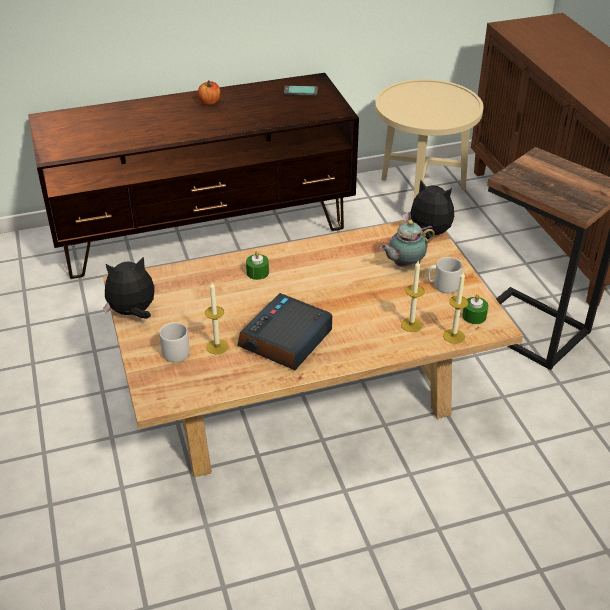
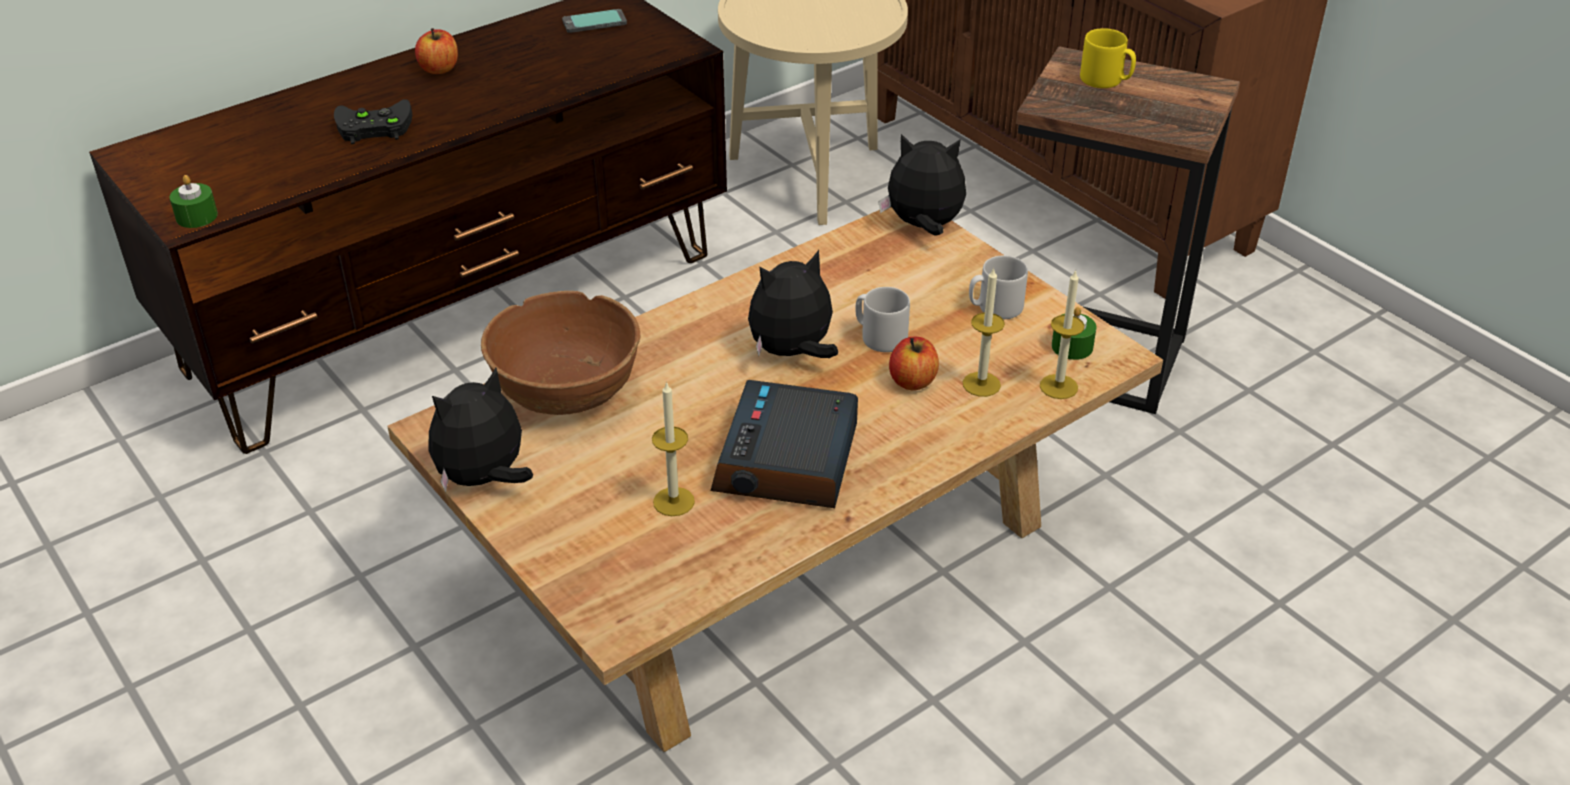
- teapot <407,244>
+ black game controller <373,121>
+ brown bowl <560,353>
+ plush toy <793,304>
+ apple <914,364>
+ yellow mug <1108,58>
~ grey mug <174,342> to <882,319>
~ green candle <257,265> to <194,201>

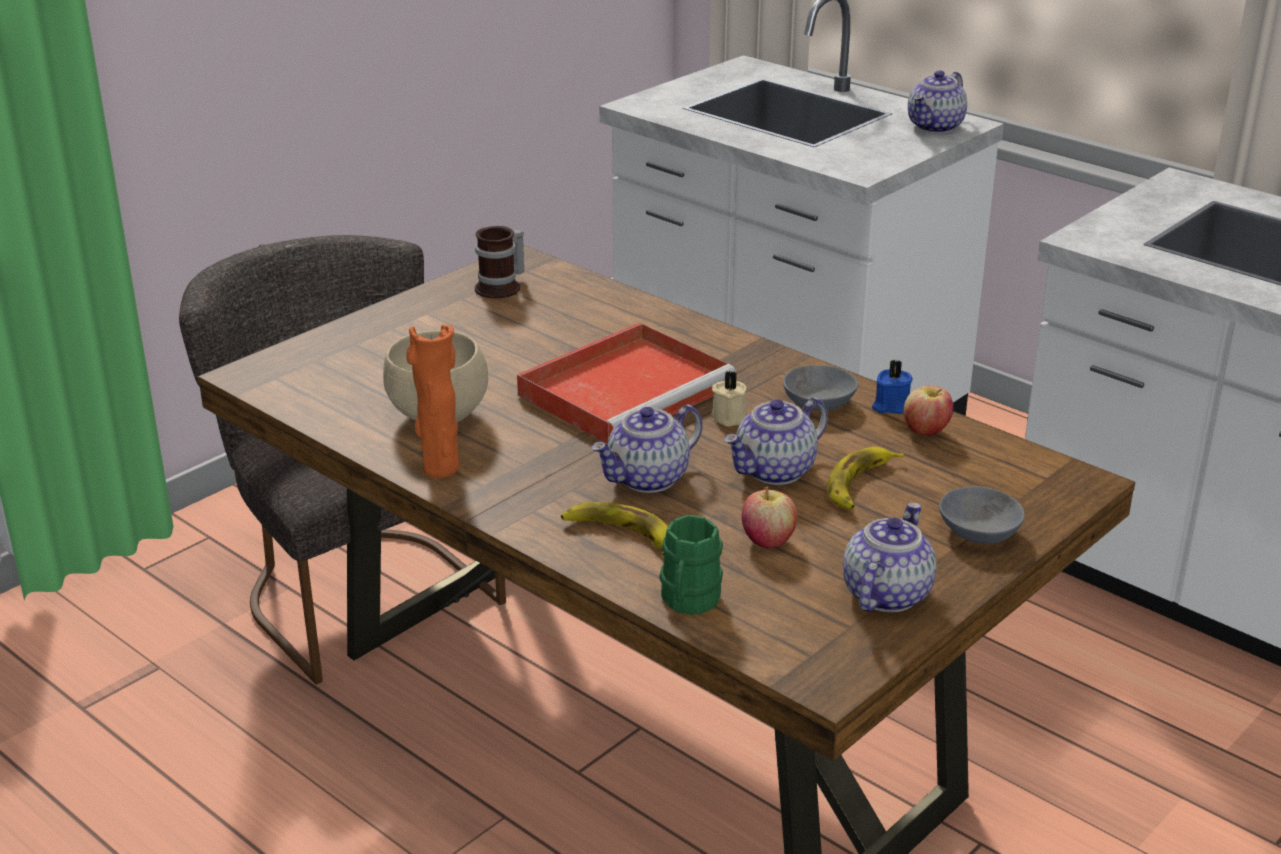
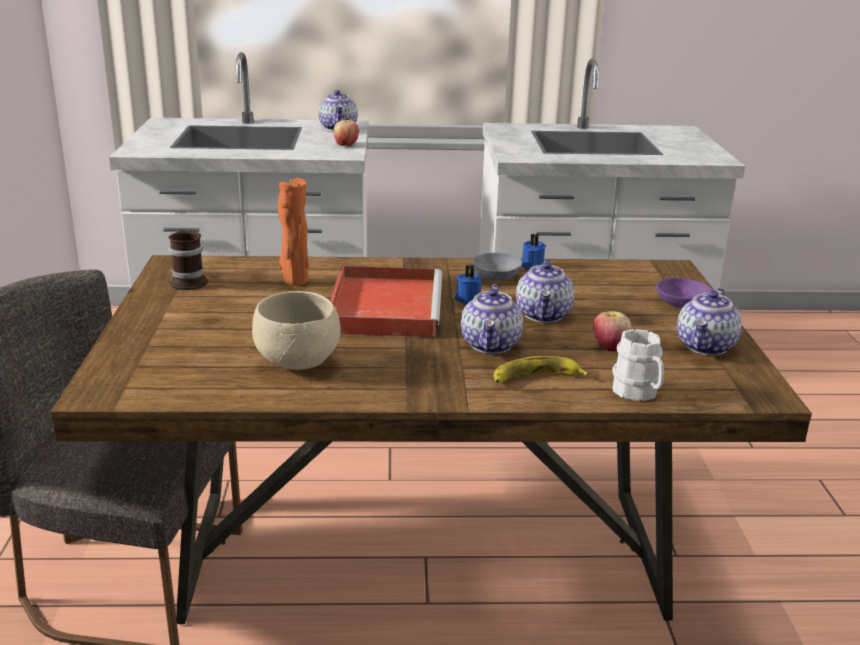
- banana <865,478>
~ orange vase <432,401> to <293,232>
~ apple <929,410> to <346,132>
~ green mug <691,565> to white mug <638,365>
~ beige candle <729,398> to blue candle <468,284>
~ grey bowl <982,515> to purple bowl <684,293>
~ teapot <889,557> = <709,321> 135 degrees counterclockwise

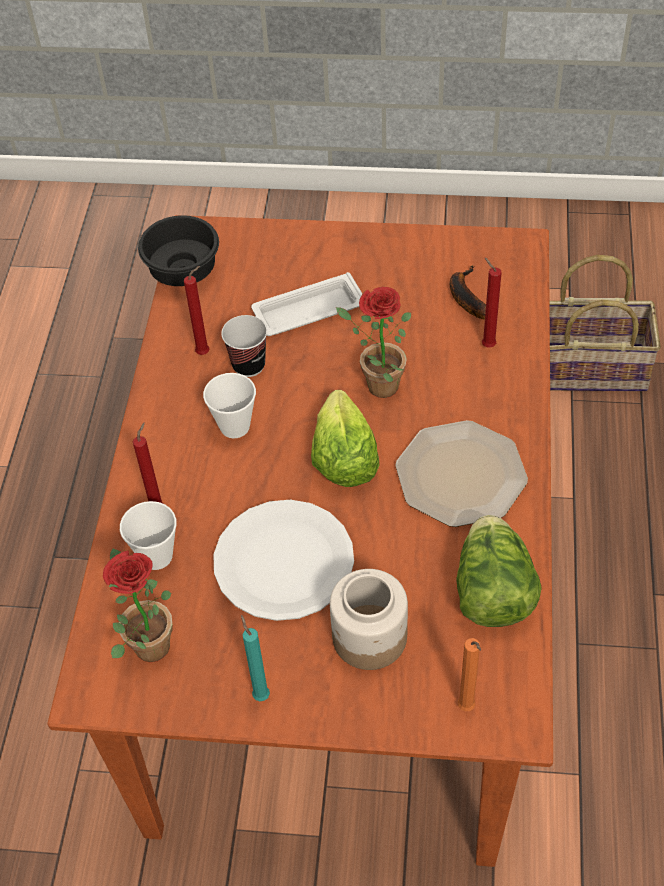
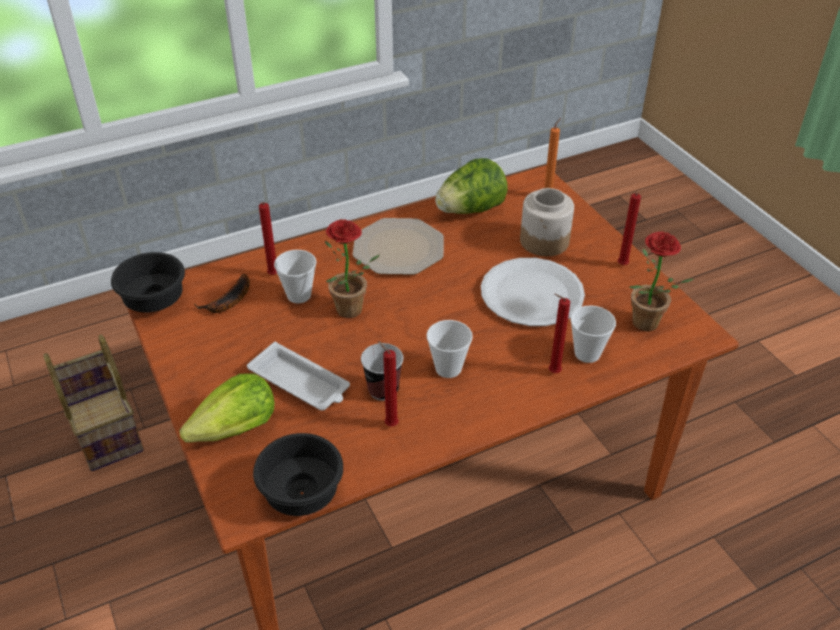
+ black bowl <148,282>
+ cup <295,276>
~ lettuce <345,438> to <226,408>
~ turquoise candle <255,658> to red candle <629,228>

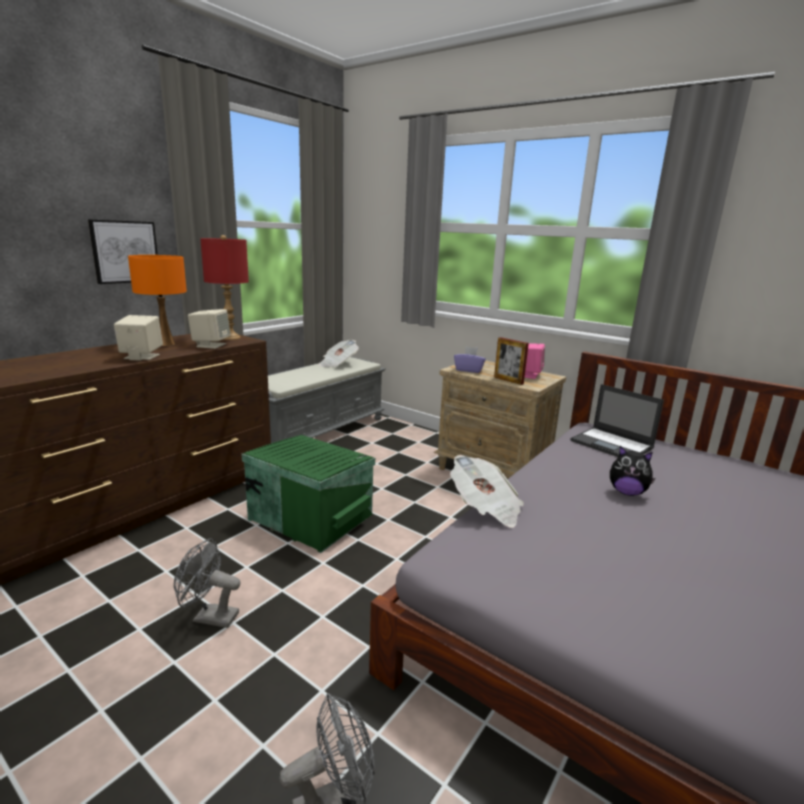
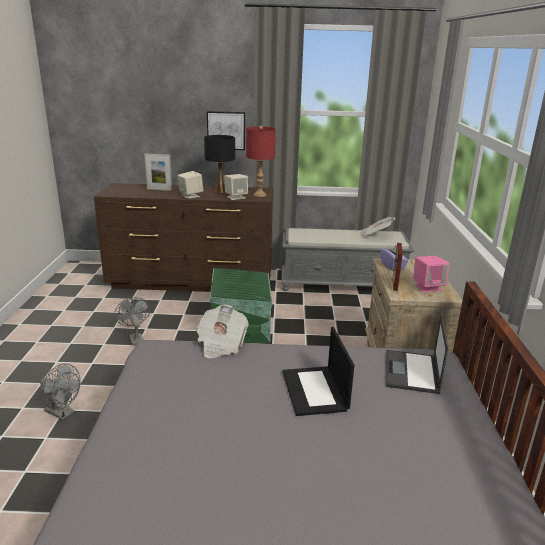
+ picture frame <158,172>
~ plush toy <633,471> to laptop <318,371>
~ orange table lamp <157,300> to black table lamp <219,164>

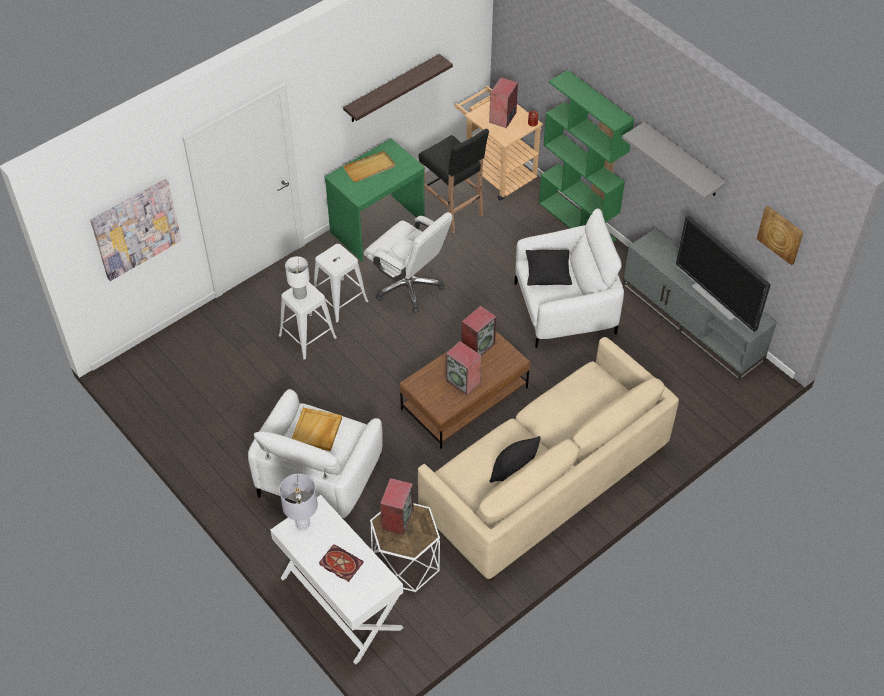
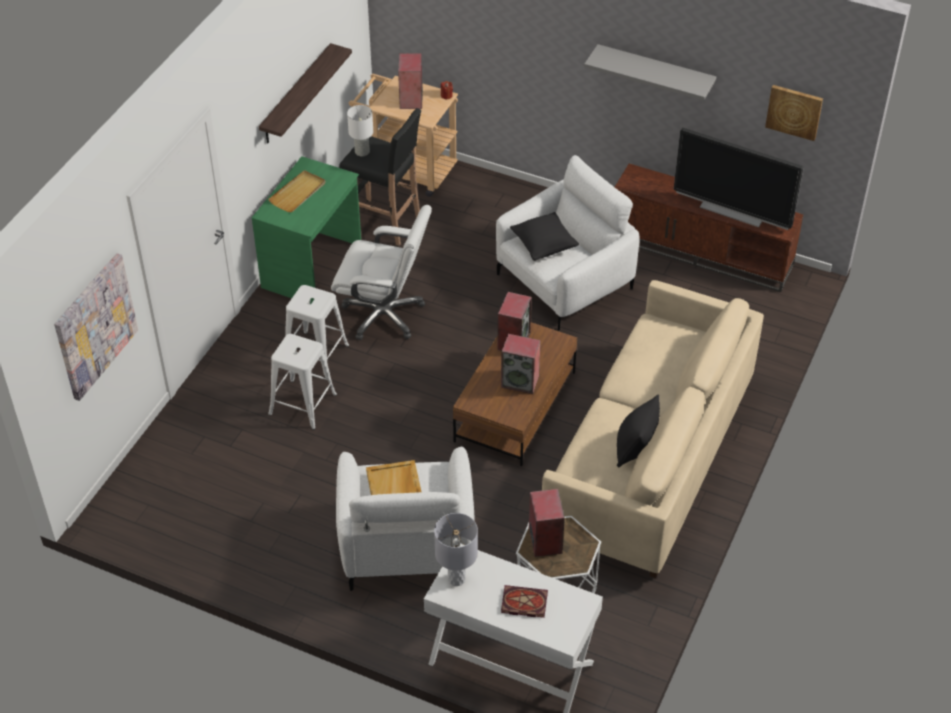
- green bookcase <586,156>
~ white table lamp <297,278> to <360,130>
~ grey tv stand <699,304> to brown tv stand <709,228>

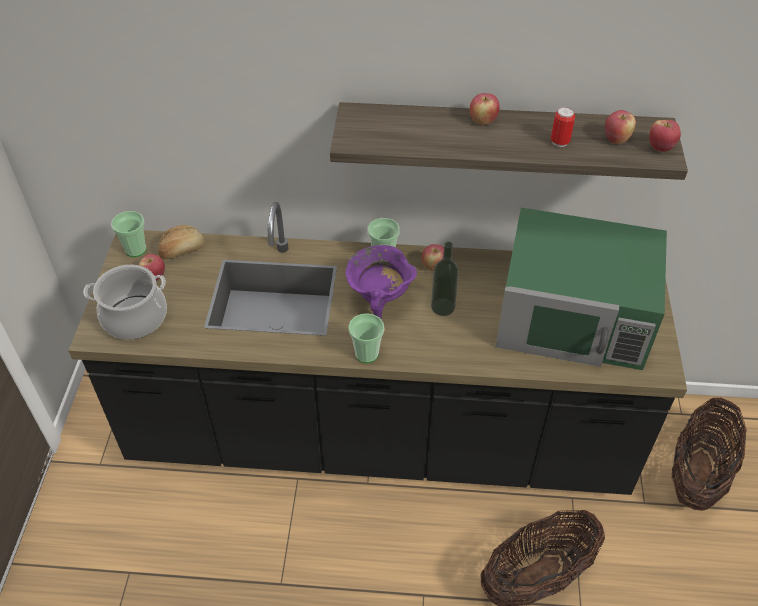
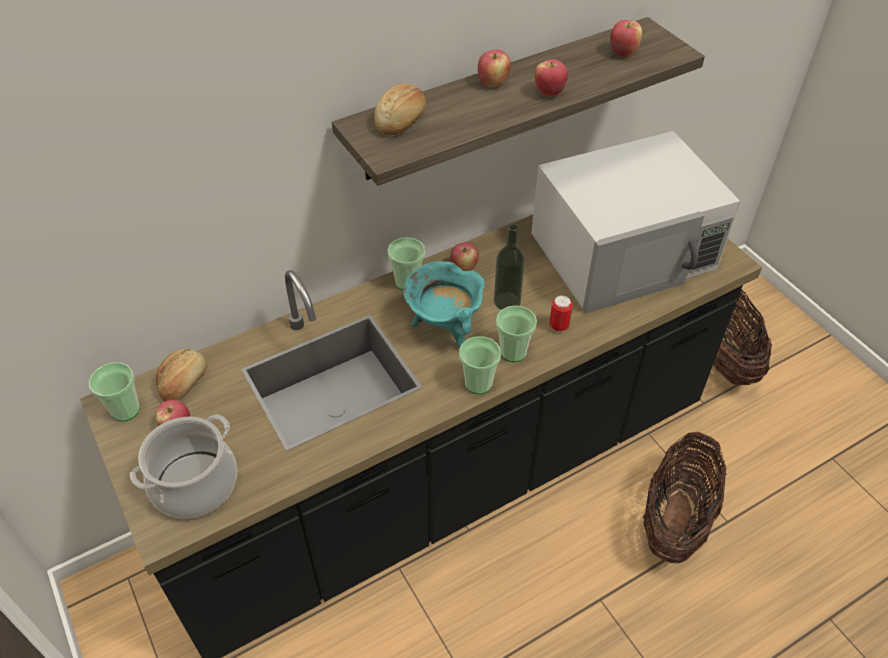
+ bread <400,110>
+ cup <516,333>
~ can <563,127> to <561,313>
~ apple <665,136> to <551,78>
~ purple cooking pot <381,282> to turquoise cooking pot <444,304>
~ green microwave <581,289> to white microwave <635,222>

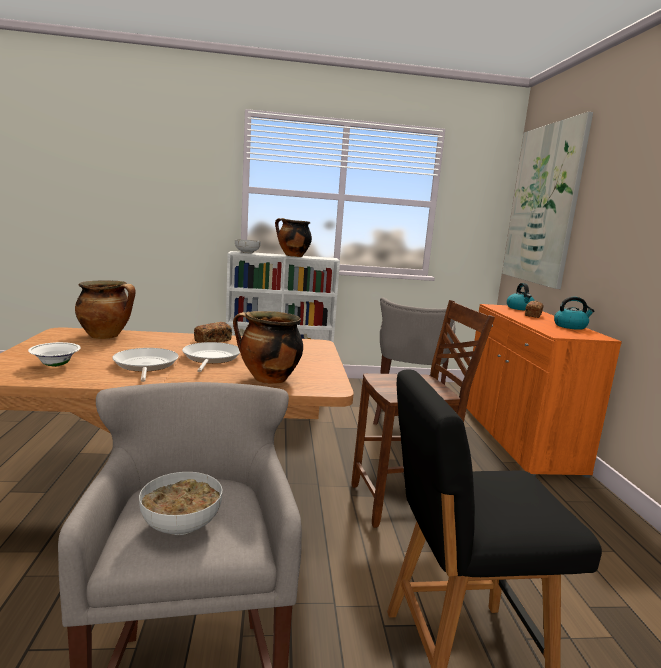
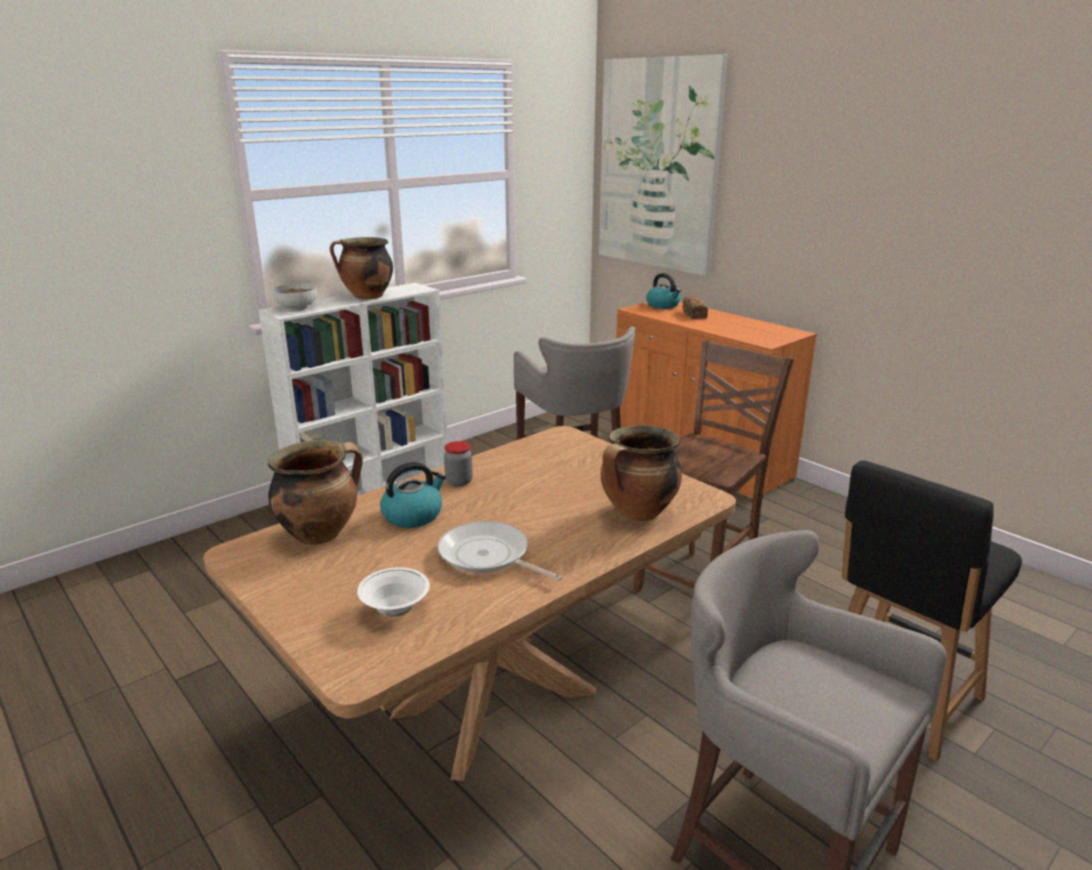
- bowl <180,503>
- frying pan <211,357>
~ kettle <574,313> to <413,495>
~ bread <213,332> to jar <458,463>

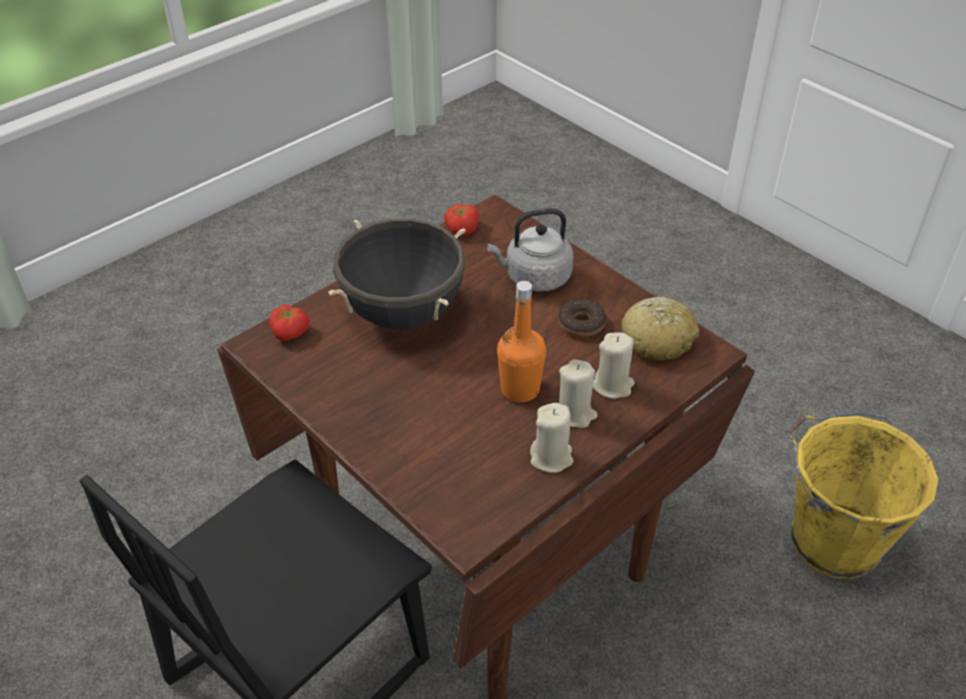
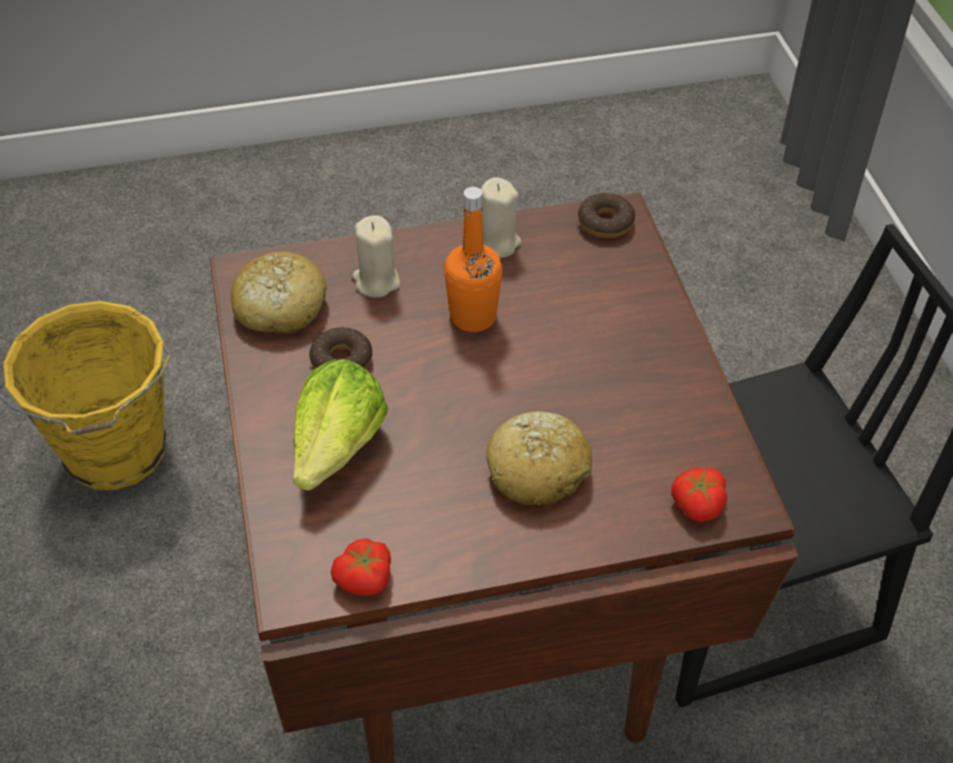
- beige candle <578,393>
+ donut <606,216>
~ black cooking pot <397,273> to bread <539,458>
~ grey kettle <530,249> to lettuce <340,425>

